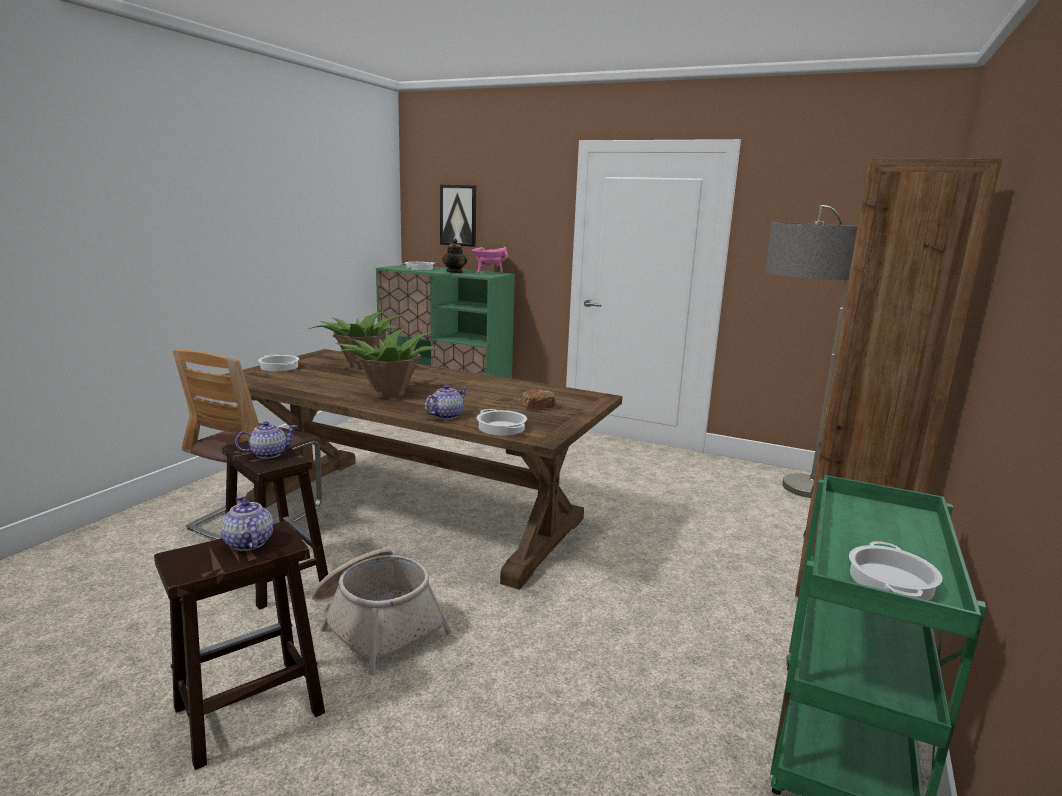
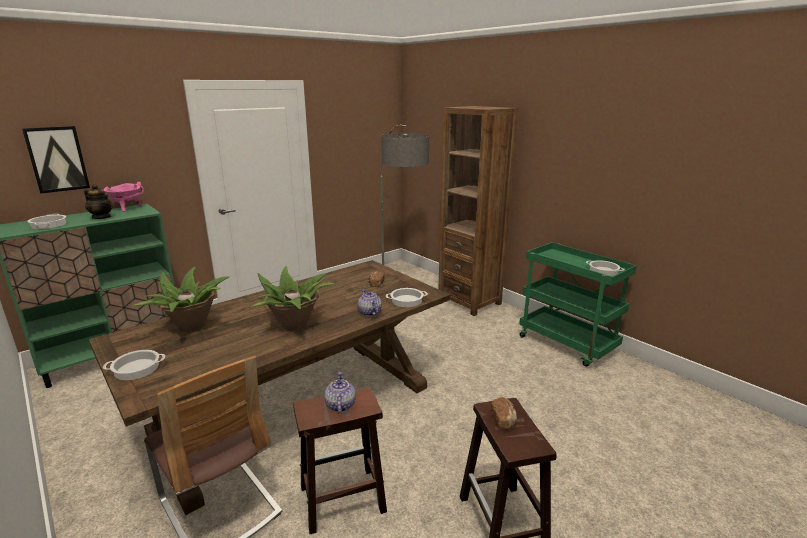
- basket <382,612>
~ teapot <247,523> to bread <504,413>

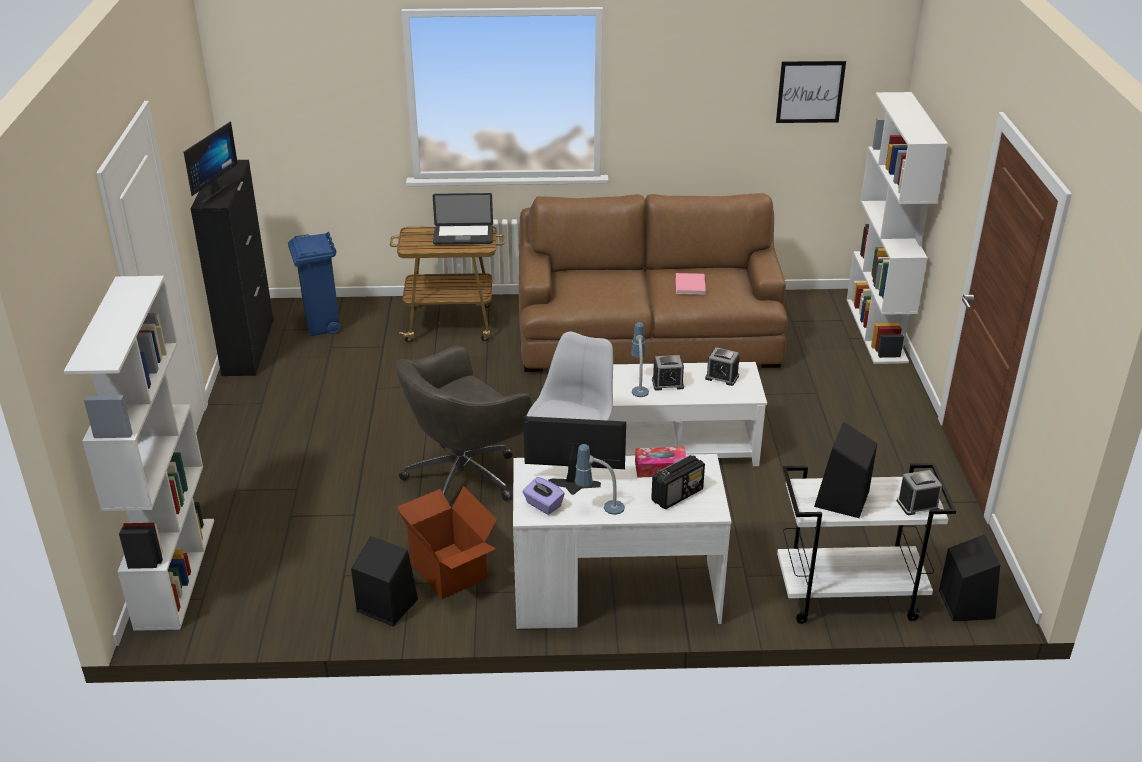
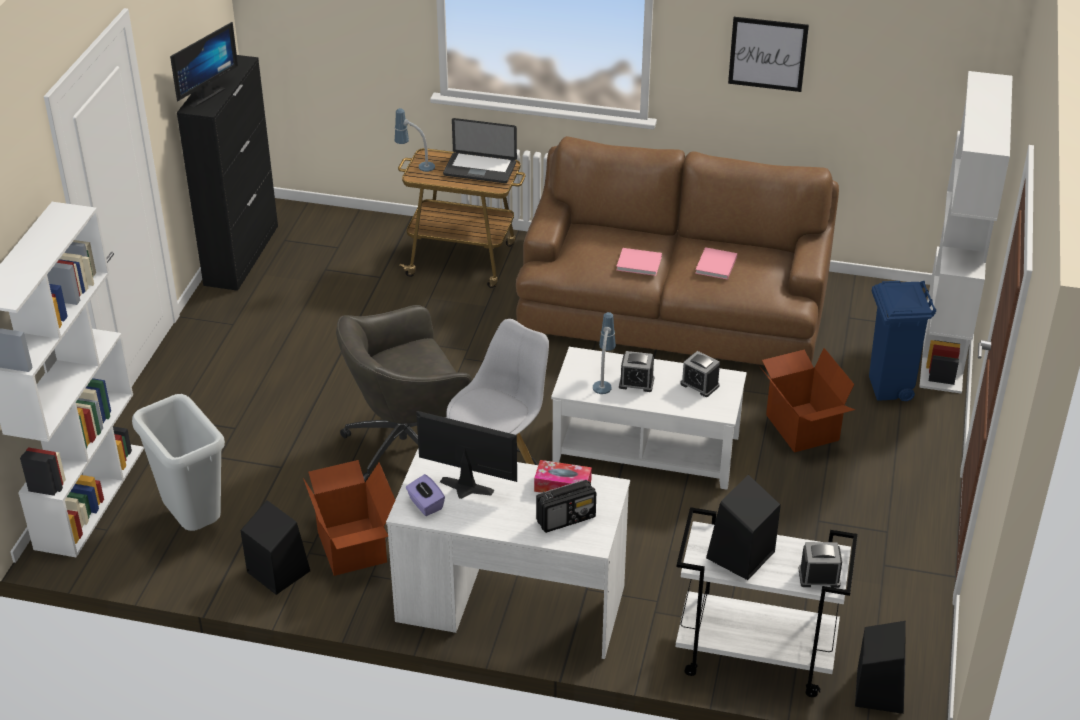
+ grey trash can <178,462>
+ pink book <639,262>
+ cardboard box <807,400>
~ blue trash can <314,284> to <902,341>
~ table lamp <600,479> to <415,140>
~ picture <811,92> to <768,54>

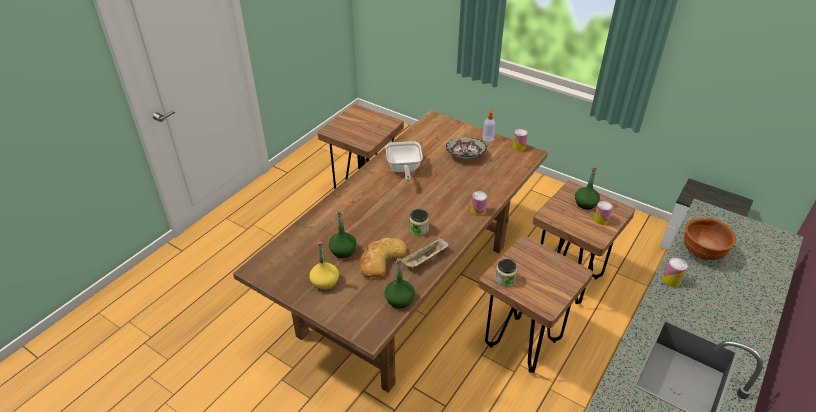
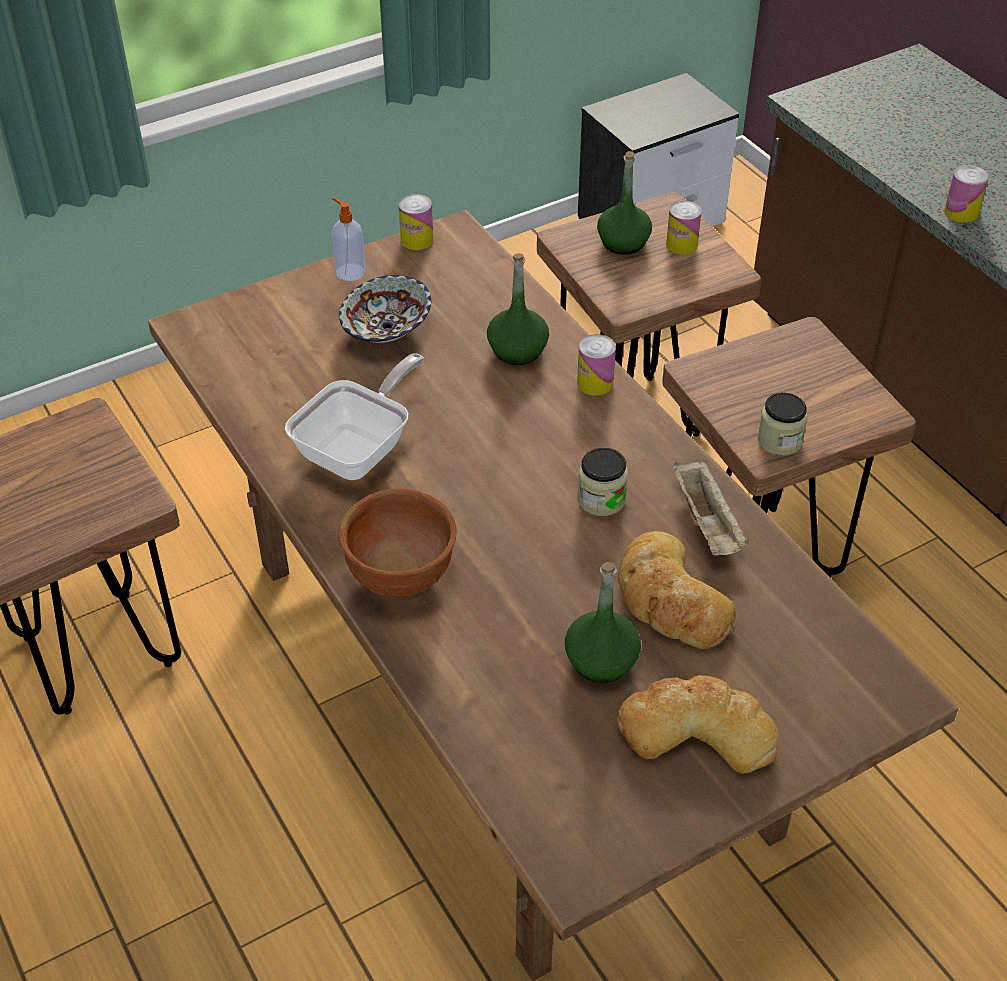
~ green bottle <399,283> to <518,309>
~ brown bowl <710,238> to <397,542>
~ yellow bottle <324,265> to bread <697,724>
~ frying pan <404,161> = <354,417> 75 degrees counterclockwise

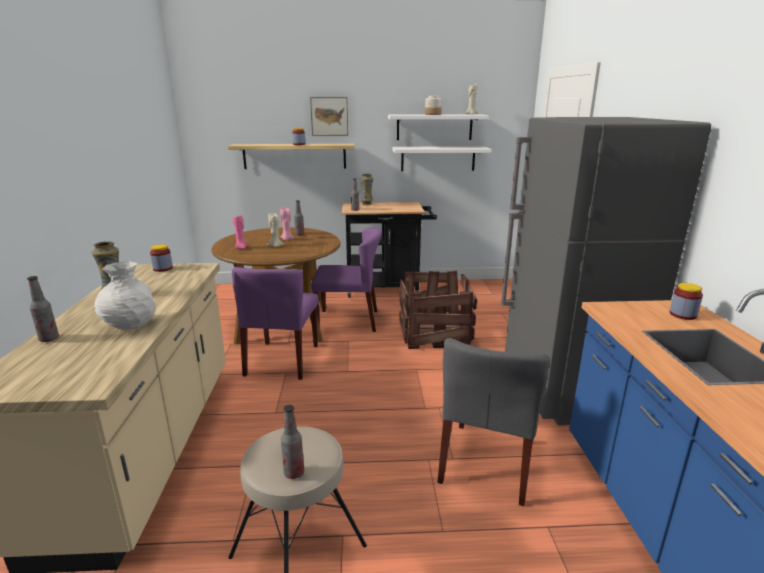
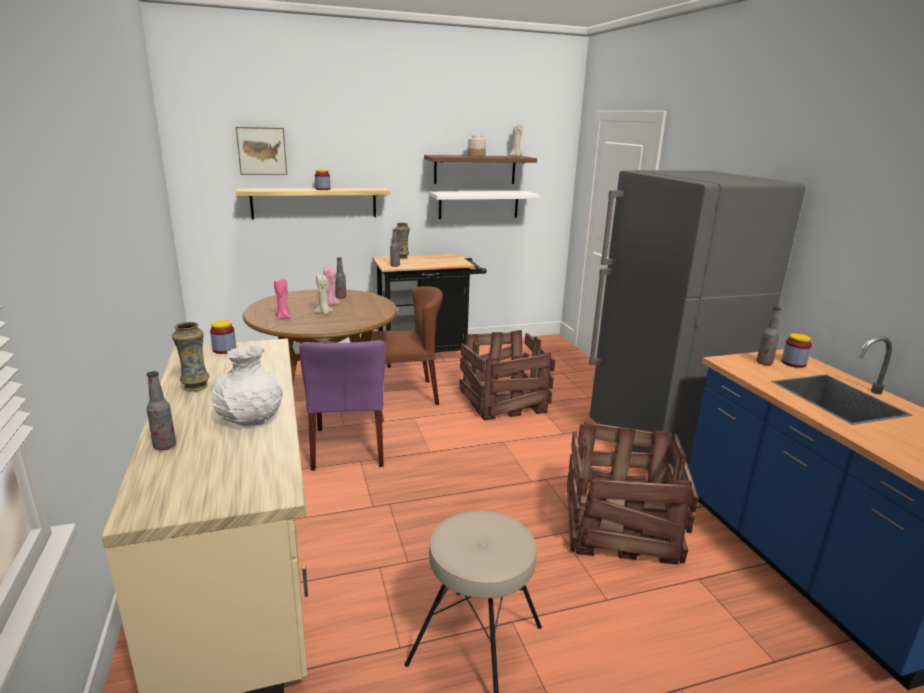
~ bottle <292,442> to <769,336>
~ picture <329,116> to <261,151>
~ grey chair <493,422> to crate <633,493>
~ purple chair <346,280> to brown chair <407,345>
~ white shelf <438,127> to brown shelf <480,169>

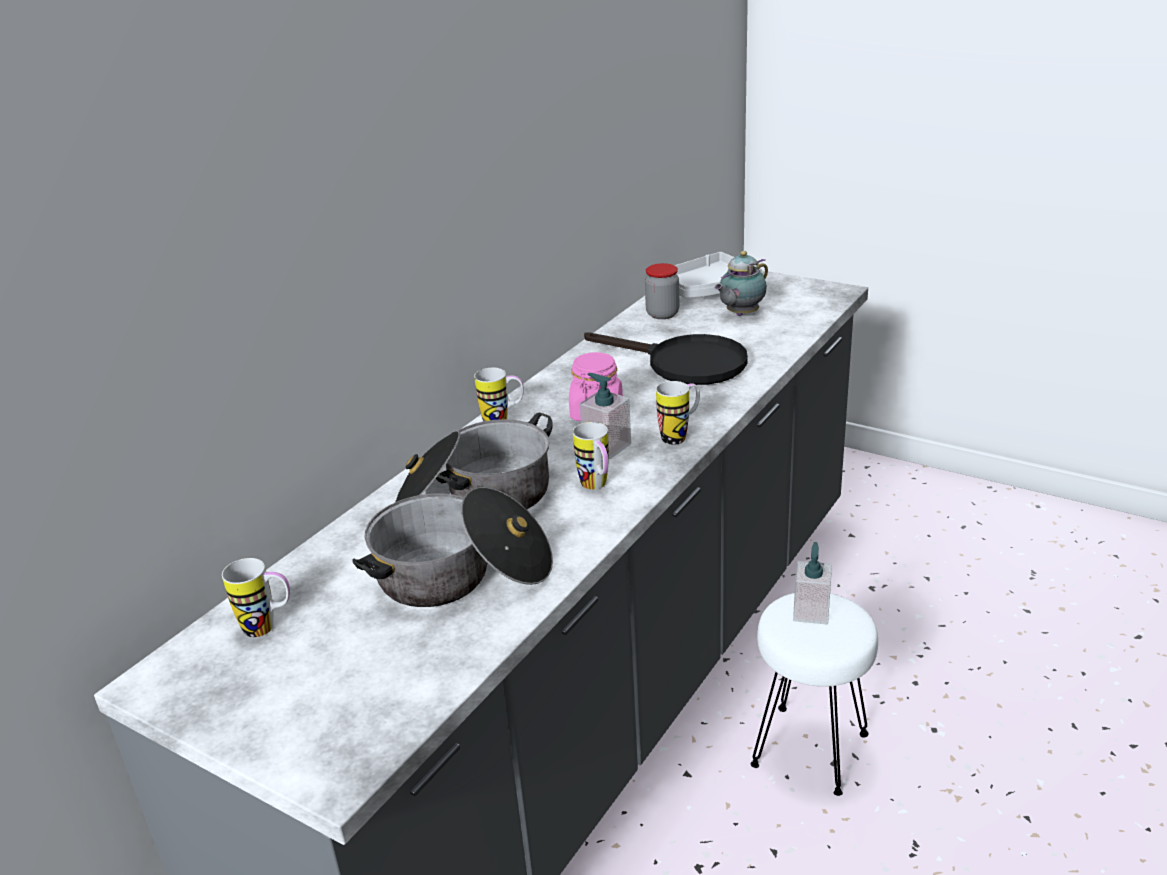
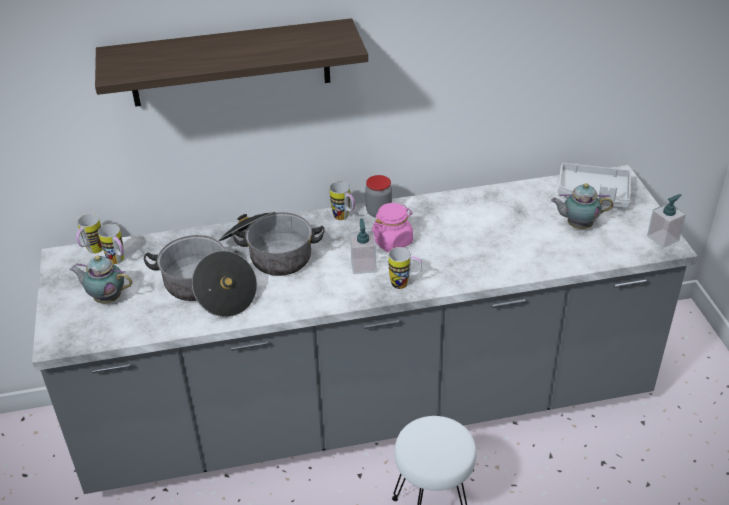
- black frying pan <666,358>
+ teapot <101,280>
+ shelf <231,62>
~ mug <591,456> to <89,234>
~ jar <662,291> to <378,196>
~ soap dispenser <812,583> to <666,221>

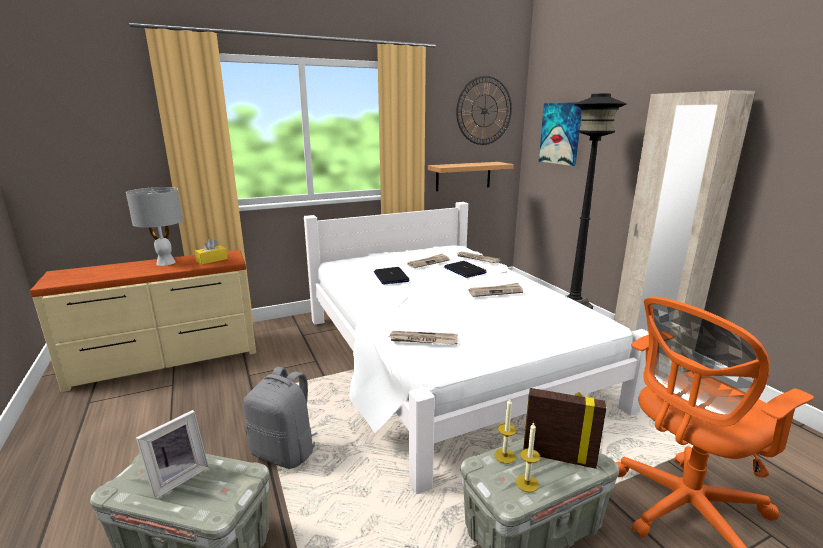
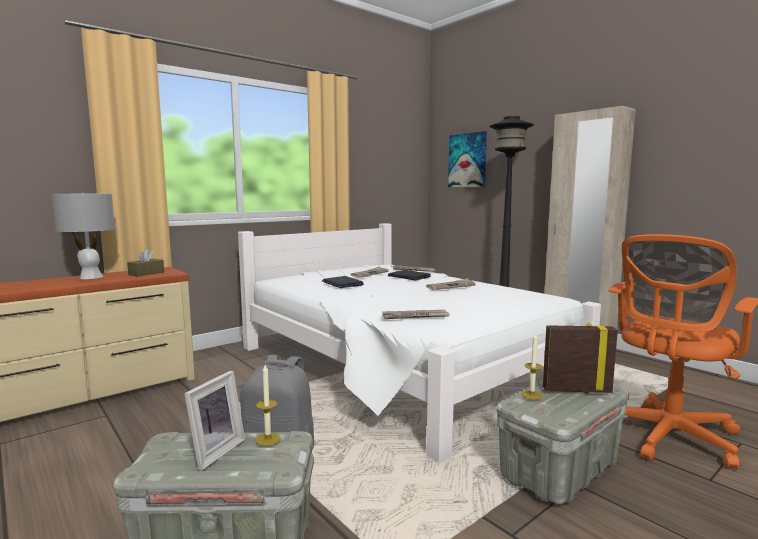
- shelf <471,176>
- wall clock <484,110>
~ candle <528,457> to <268,405>
~ yellow tissue box <211,251> to brown tissue box <145,262>

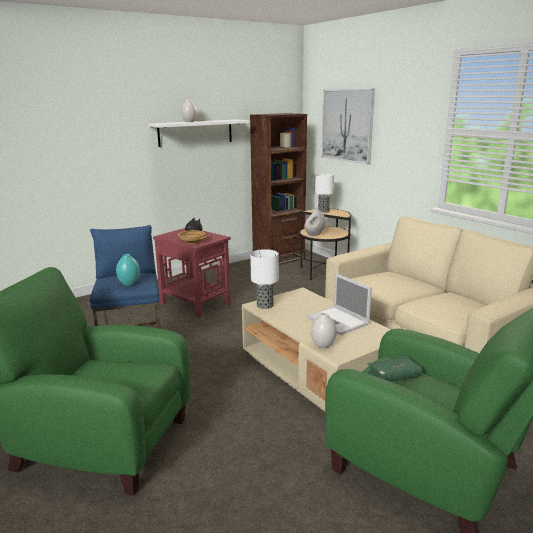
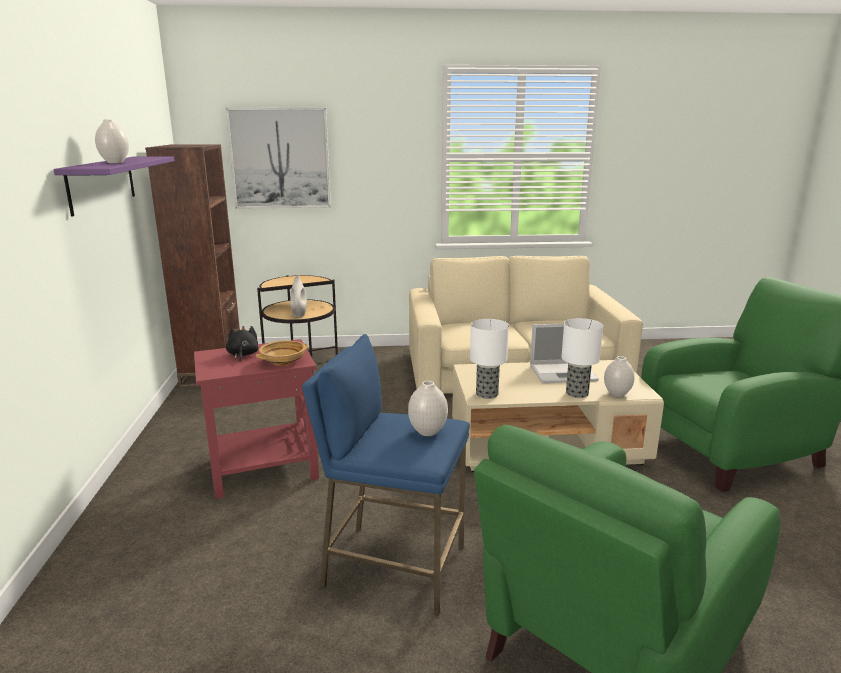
- green book <395,369>
~ table lamp <324,193> to <582,358>
~ turquoise vase <128,270> to white vase <428,408>
~ white shelf <199,133> to purple shelf <114,186>

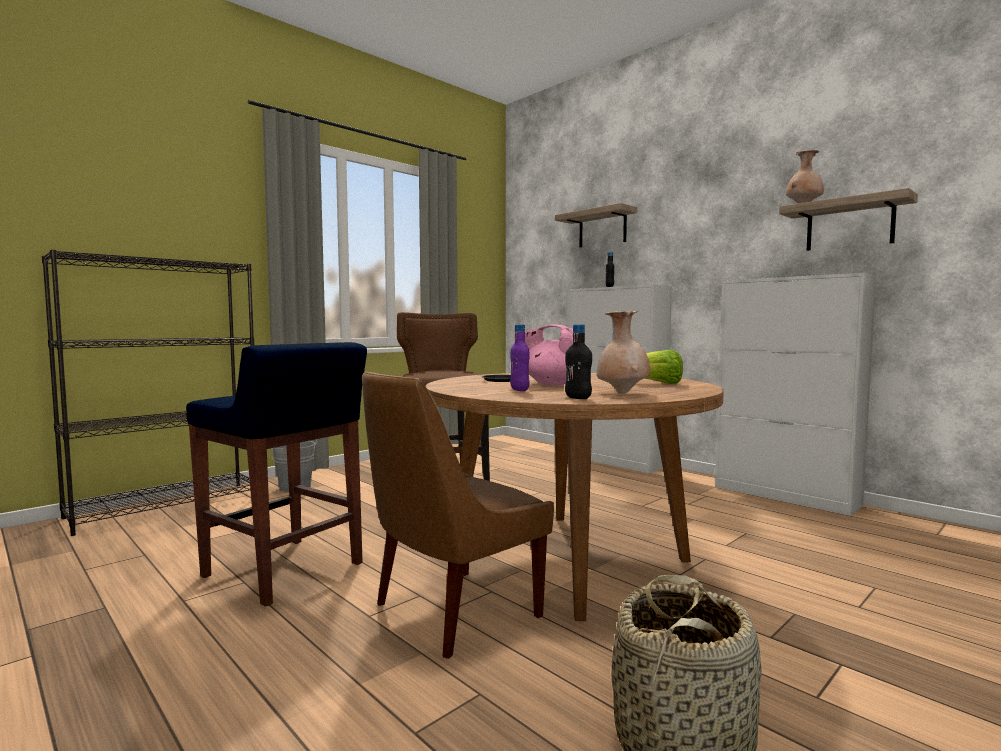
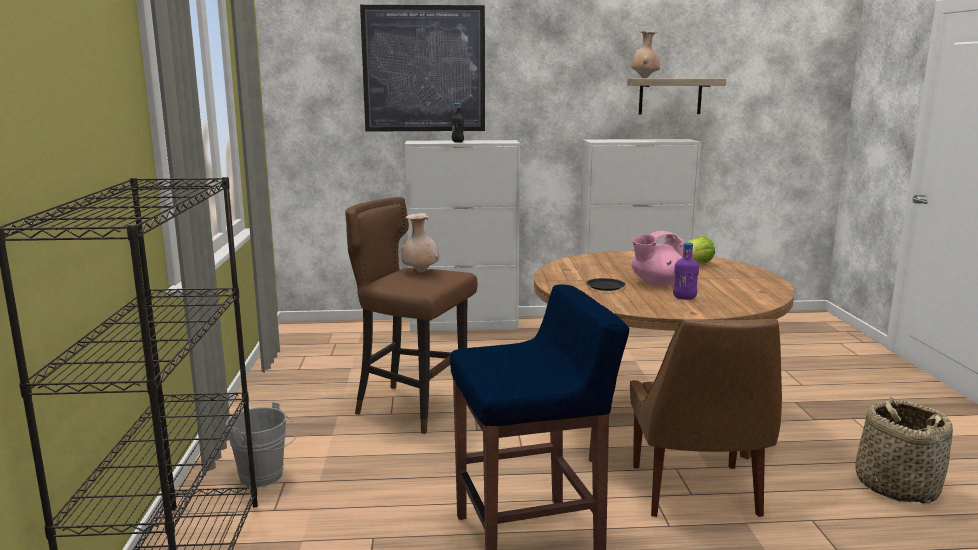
- black bottle <578,362>
~ beige vase <623,352> to <420,243>
~ shelf <596,225> to picture <422,68>

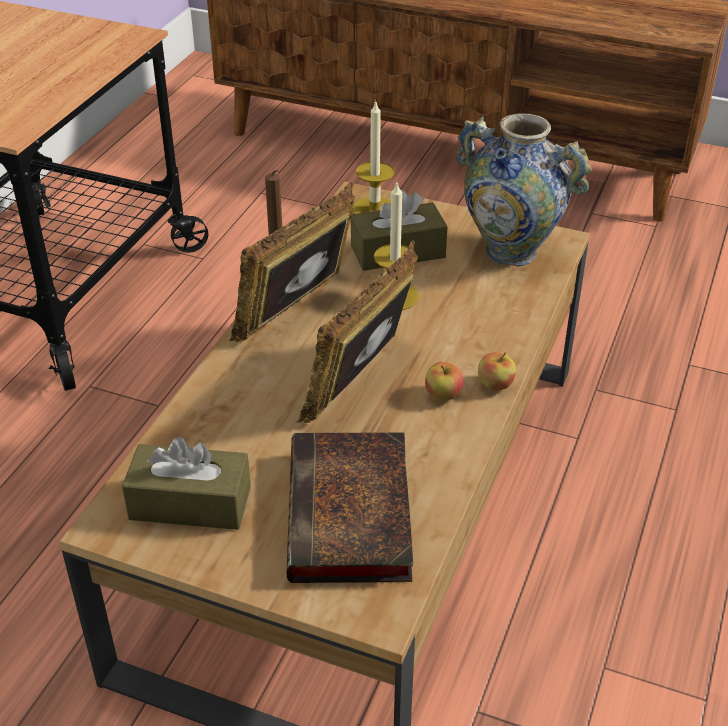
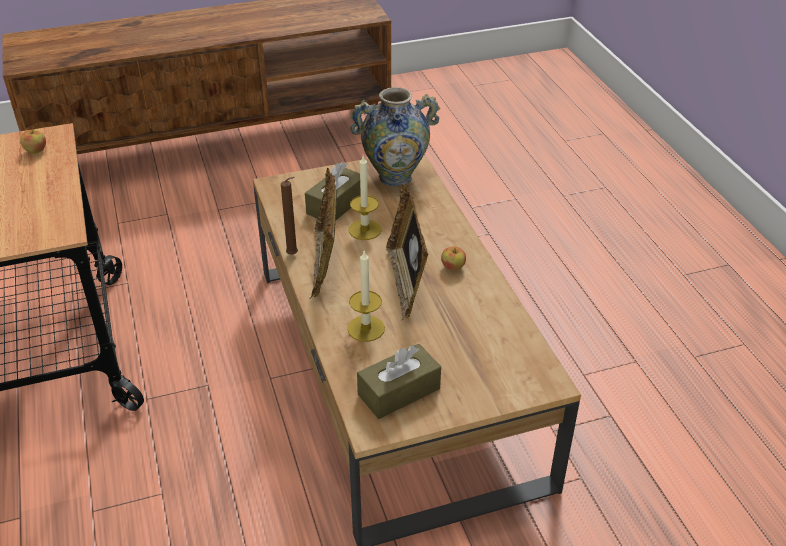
- book <350,507>
~ candle <373,157> to <366,296>
~ apple <497,371> to <33,140>

